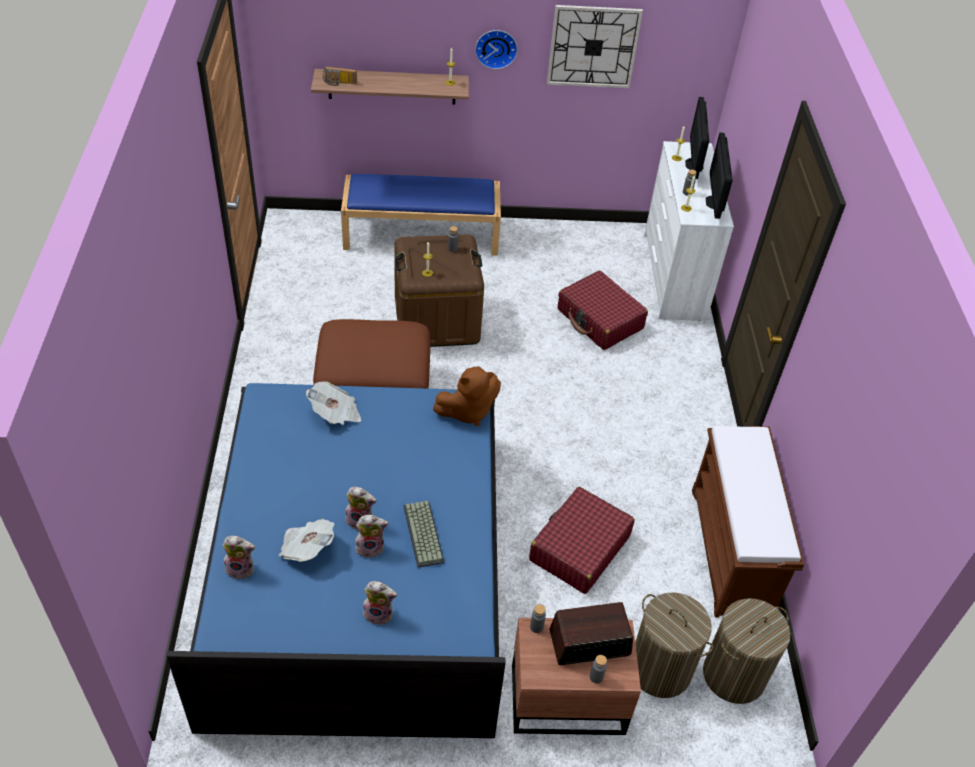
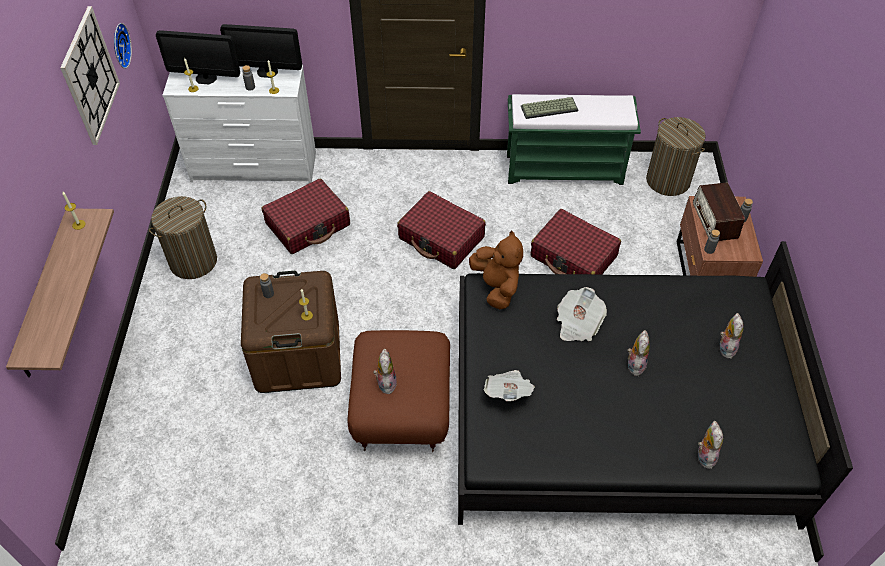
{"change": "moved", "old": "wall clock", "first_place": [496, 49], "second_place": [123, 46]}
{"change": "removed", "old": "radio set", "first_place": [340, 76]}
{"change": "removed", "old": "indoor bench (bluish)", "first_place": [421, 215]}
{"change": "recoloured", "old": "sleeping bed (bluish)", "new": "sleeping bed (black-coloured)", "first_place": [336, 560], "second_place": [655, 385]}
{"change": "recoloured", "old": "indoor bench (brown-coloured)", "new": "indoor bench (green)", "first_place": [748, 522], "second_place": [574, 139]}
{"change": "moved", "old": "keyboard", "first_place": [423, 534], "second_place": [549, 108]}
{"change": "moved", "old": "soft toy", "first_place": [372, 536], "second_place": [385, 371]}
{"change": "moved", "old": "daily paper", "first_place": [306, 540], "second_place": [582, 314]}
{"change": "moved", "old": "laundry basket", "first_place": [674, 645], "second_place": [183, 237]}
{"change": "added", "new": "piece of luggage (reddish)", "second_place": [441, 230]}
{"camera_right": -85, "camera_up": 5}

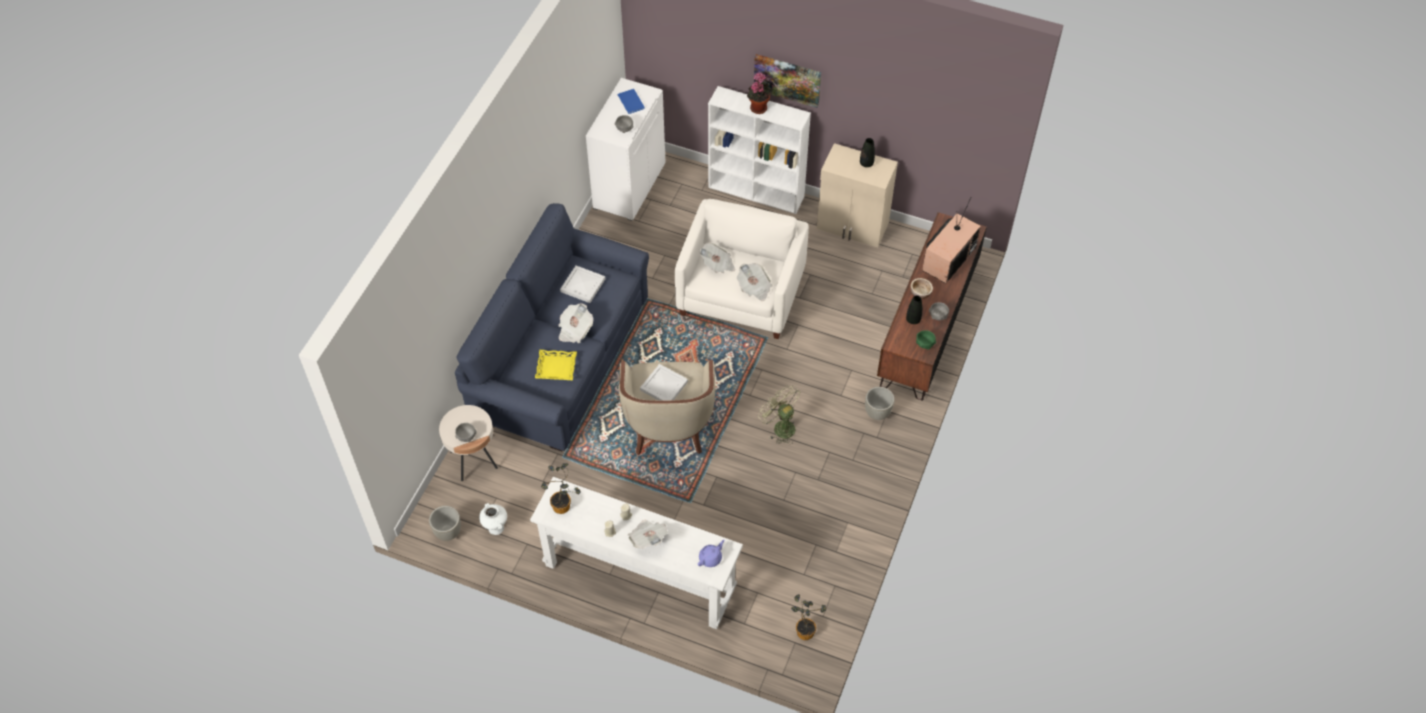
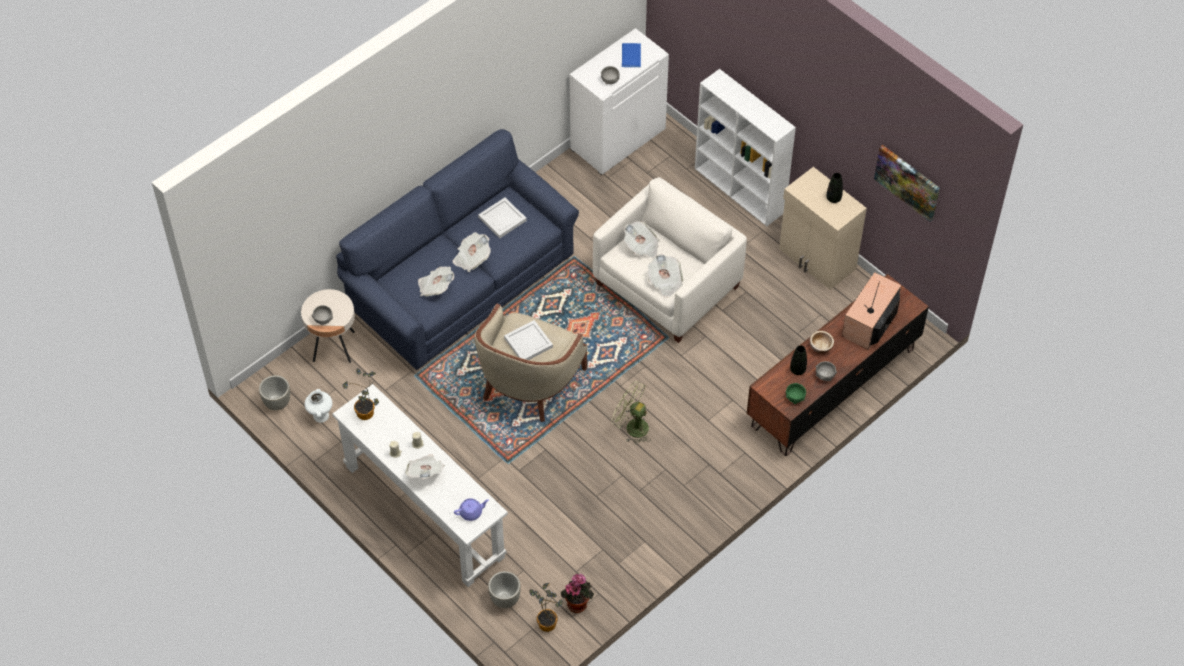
{"change": "moved", "old": "wall art", "first_place": [787, 81], "second_place": [907, 183]}
{"change": "moved", "old": "houseplant", "first_place": [760, 93], "second_place": [577, 593]}
{"change": "turned", "old": "TV set", "first_place": [951, 240], "second_place": [871, 311], "degrees": 150}
{"change": "replaced", "old": "tray (yellowish)", "new": "daily paper", "first_place": [556, 365], "second_place": [436, 281]}
{"change": "turned", "old": "electric fan (green)", "first_place": [779, 414], "second_place": [631, 412], "degrees": -45}
{"change": "moved", "old": "planter (grey)", "first_place": [880, 403], "second_place": [504, 589]}
{"camera_right": 25, "camera_up": 0}

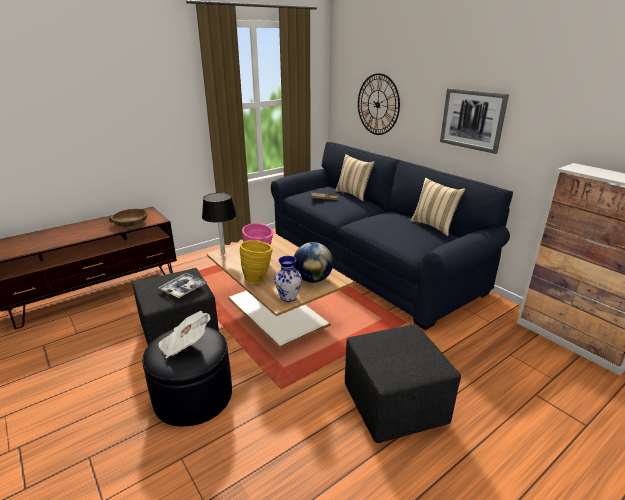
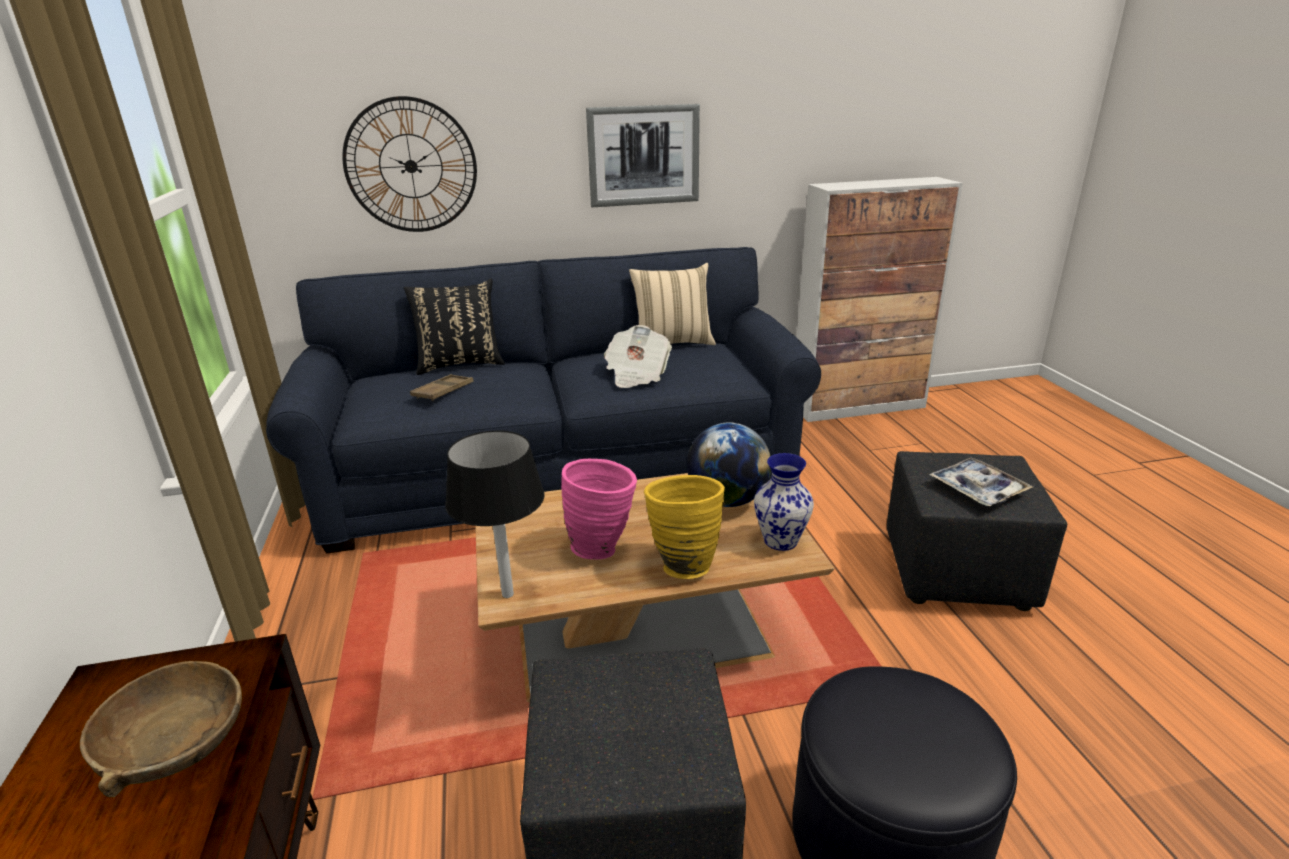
{"change": "recoloured", "old": "throw pillow (beige-coloured)", "new": "throw pillow (black-coloured)", "first_place": [355, 177], "second_place": [454, 326]}
{"change": "moved", "old": "tray", "first_place": [183, 285], "second_place": [981, 482]}
{"change": "moved", "old": "daily paper", "first_place": [184, 335], "second_place": [638, 356]}
{"camera_right": -65, "camera_up": 0}

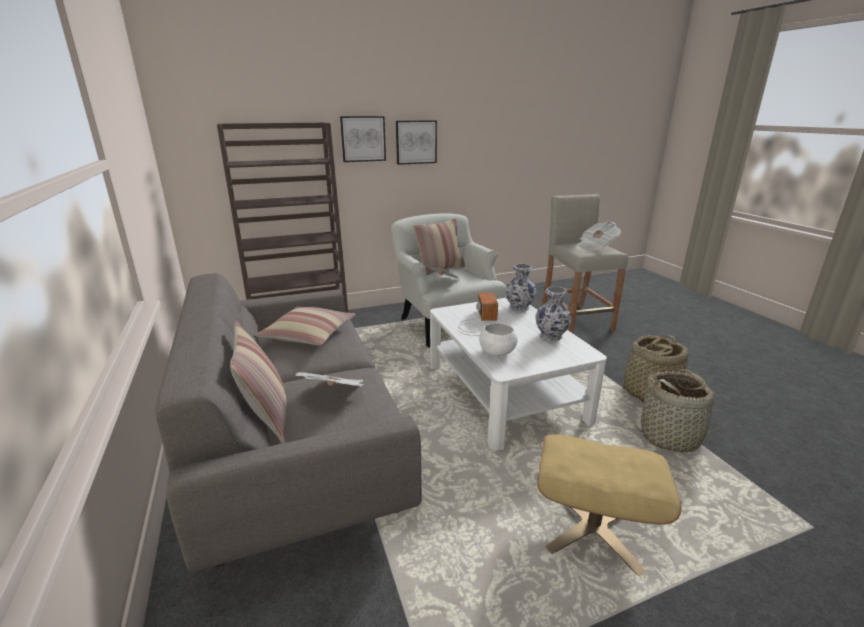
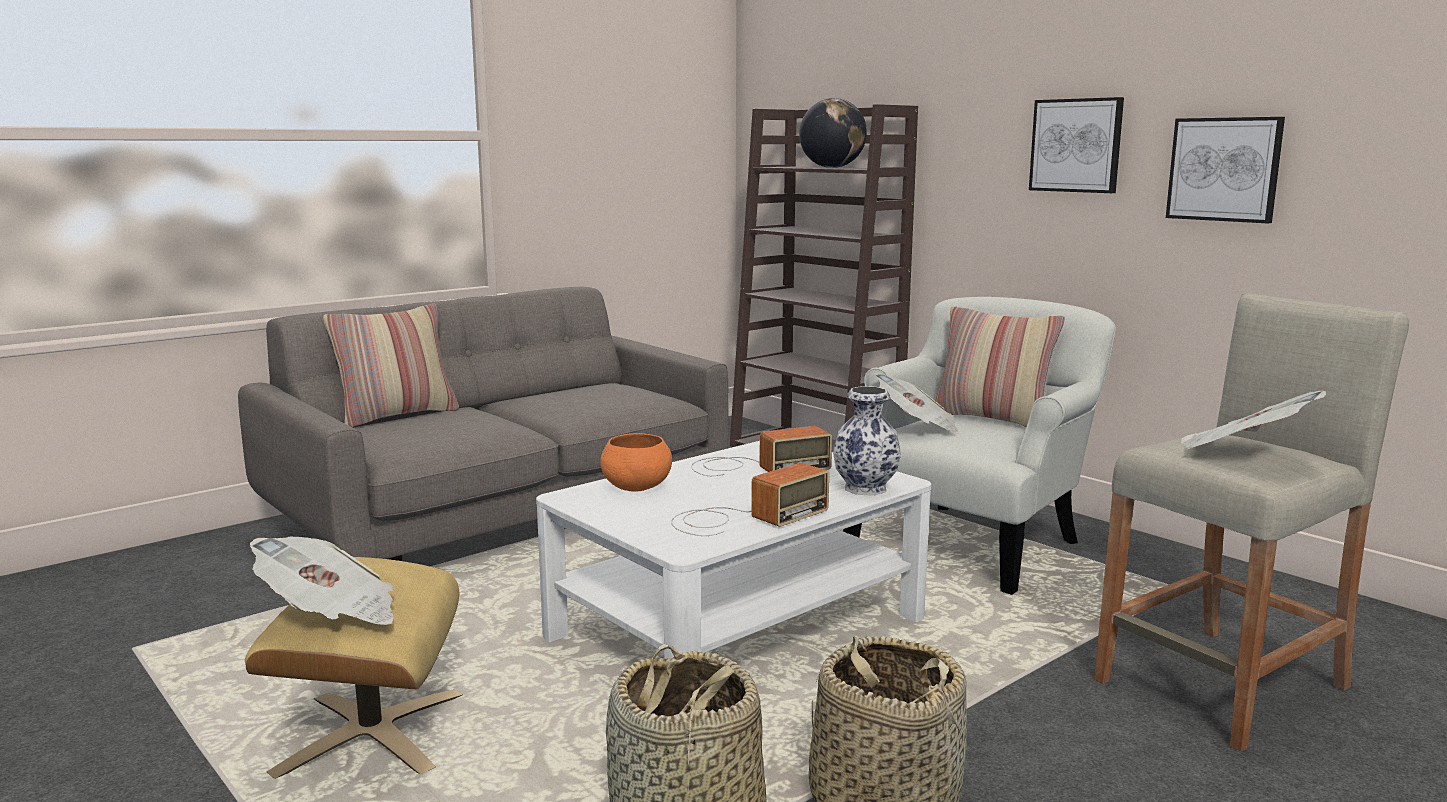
{"change": "moved", "old": "wall art", "first_place": [363, 139], "second_place": [1225, 170]}
{"change": "replaced", "old": "flower vase", "new": "radio set", "first_place": [553, 314], "second_place": [750, 499]}
{"change": "removed", "old": "throw pillow", "first_place": [305, 325]}
{"change": "recoloured", "old": "serving bowl (whitish)", "new": "serving bowl (orangey)", "first_place": [498, 339], "second_place": [636, 462]}
{"change": "moved", "old": "daily paper", "first_place": [329, 379], "second_place": [321, 581]}
{"change": "added", "new": "world globe", "second_place": [833, 133]}
{"camera_right": 70, "camera_up": -10}

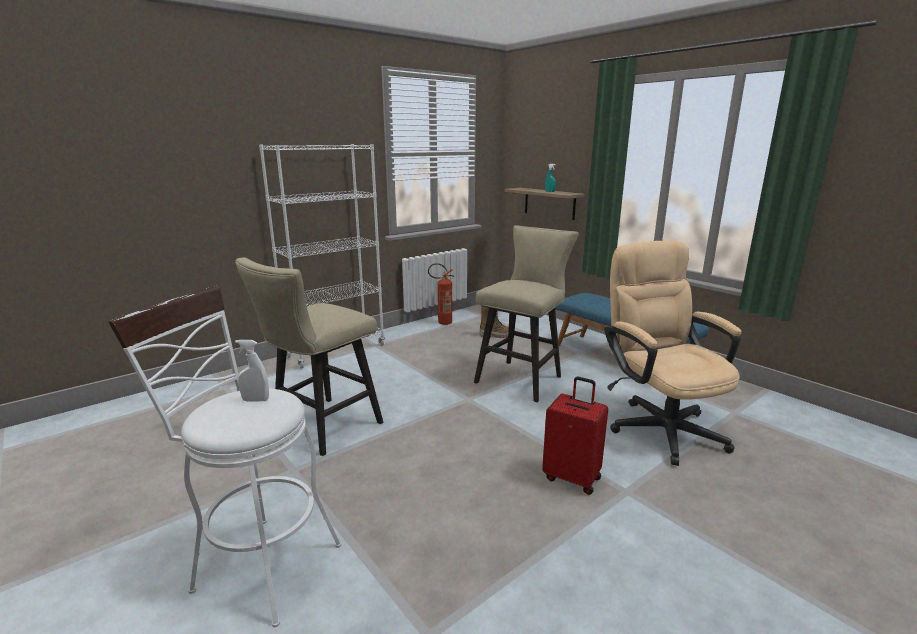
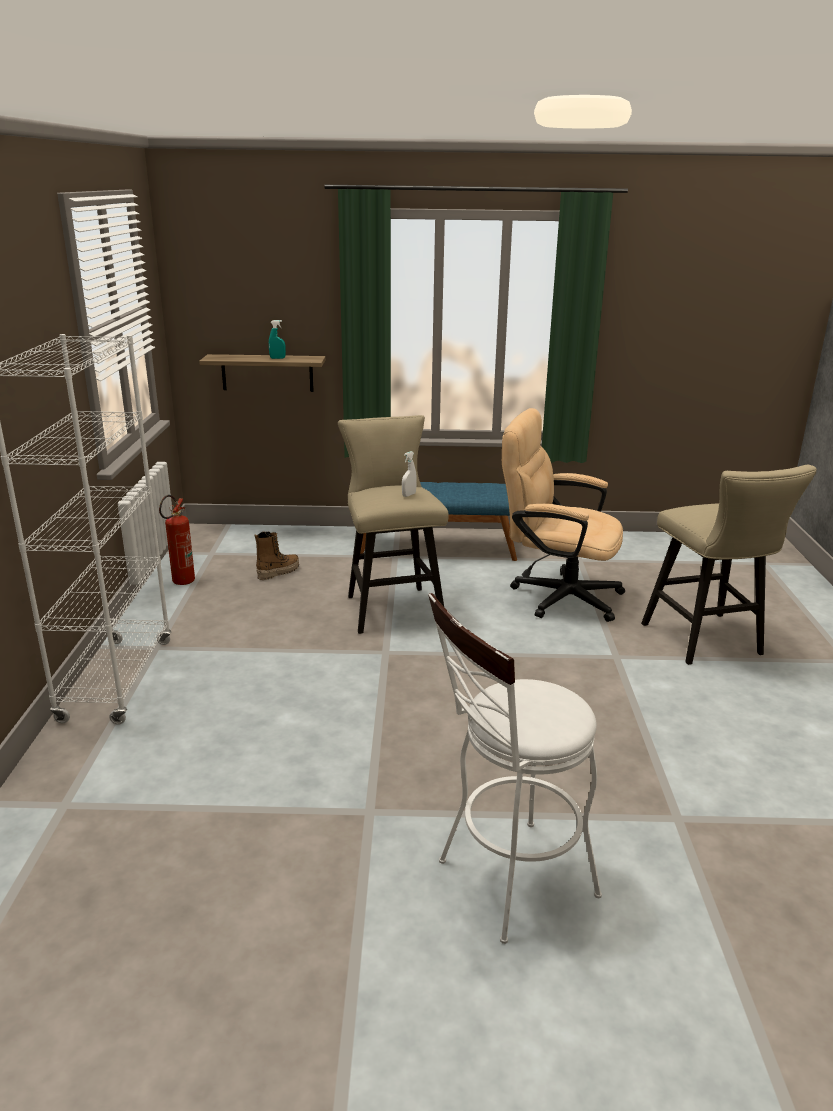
{"change": "moved", "old": "stool (beige-coloured)", "first_place": [309, 356], "second_place": [729, 565]}
{"change": "moved", "old": "sprayer (whitish)", "first_place": [252, 371], "second_place": [409, 474]}
{"change": "removed", "old": "piece of luggage (reddish)", "first_place": [575, 436]}
{"camera_right": -50, "camera_up": 5}

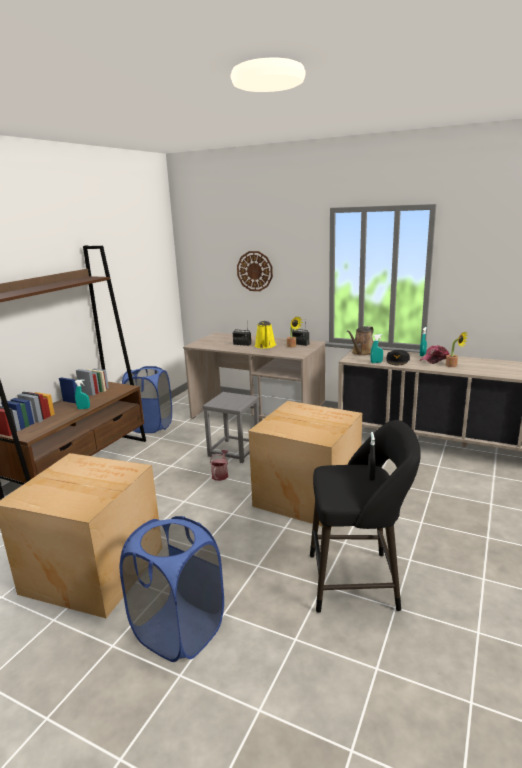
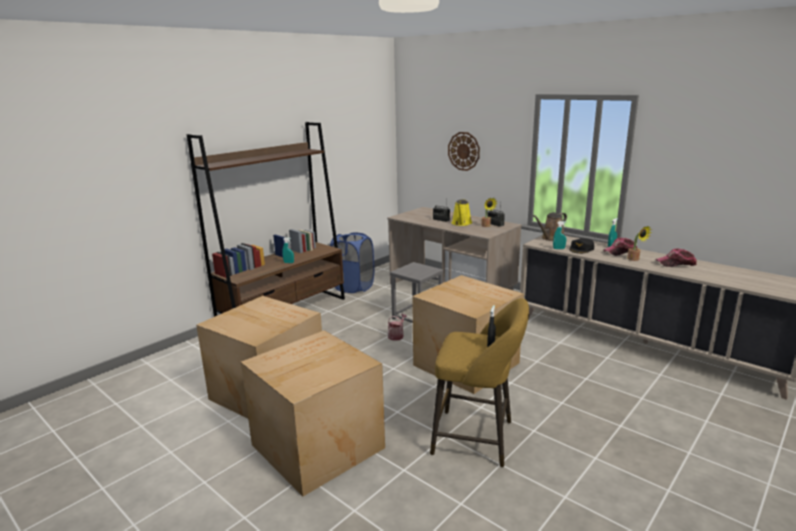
{"change": "recoloured", "old": "stool (black-coloured)", "new": "stool (yellowish)", "first_place": [365, 516], "second_place": [479, 383]}
{"change": "replaced", "old": "laundry basket (bluish)", "new": "carton", "first_place": [172, 589], "second_place": [313, 413]}
{"change": "added", "new": "baseball cap", "second_place": [676, 258]}
{"camera_right": 15, "camera_up": 0}

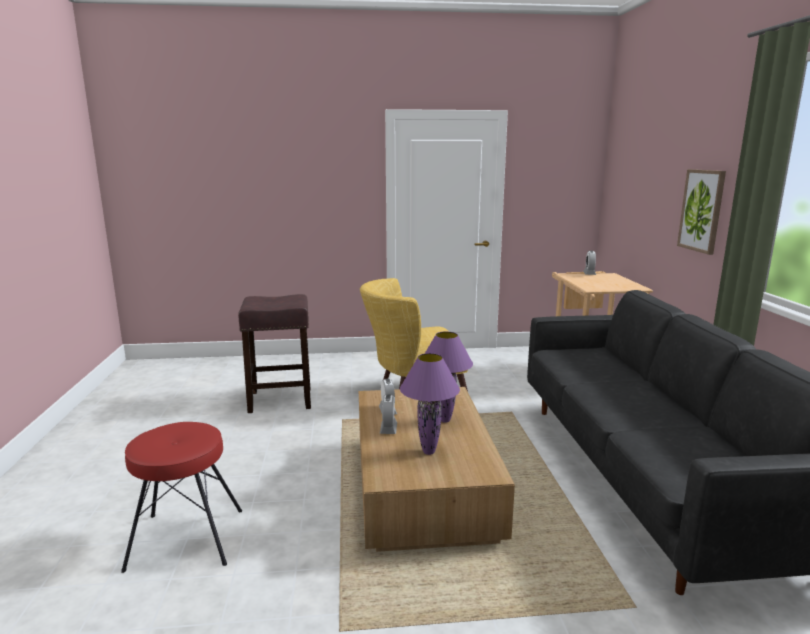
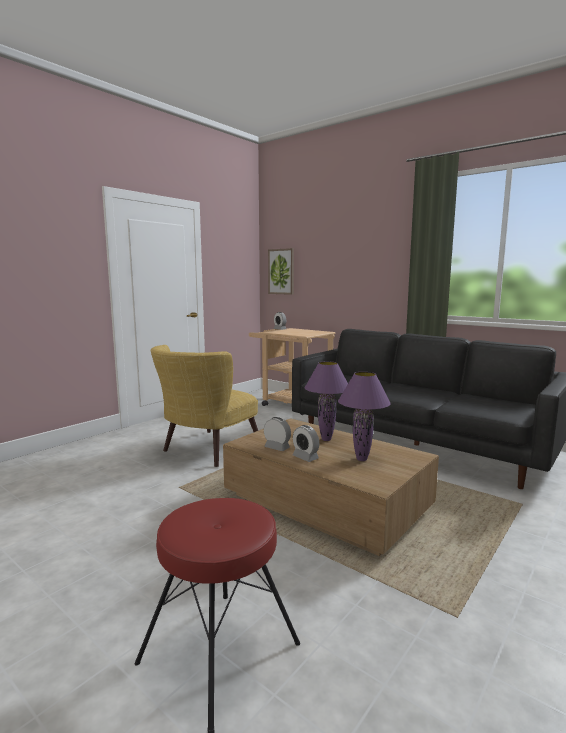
{"change": "moved", "old": "wall art", "first_place": [701, 212], "second_place": [281, 271]}
{"change": "removed", "old": "stool (brown-coloured)", "first_place": [274, 353]}
{"camera_right": -45, "camera_up": -5}

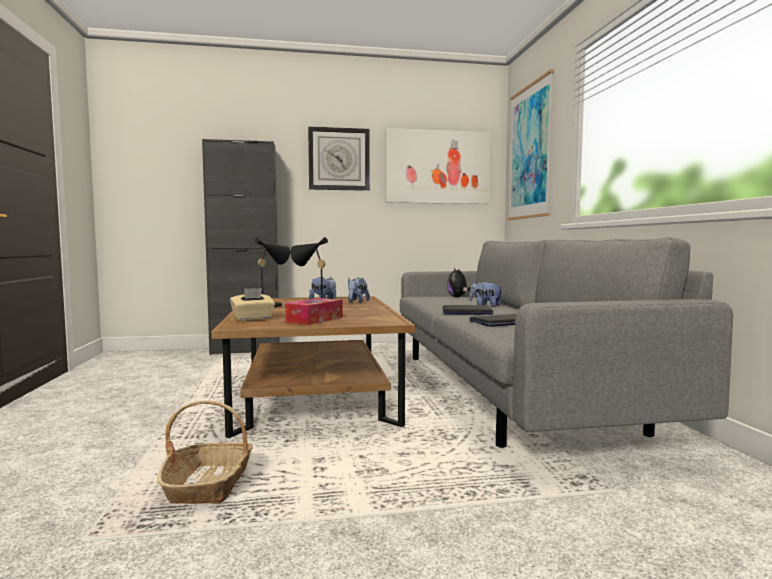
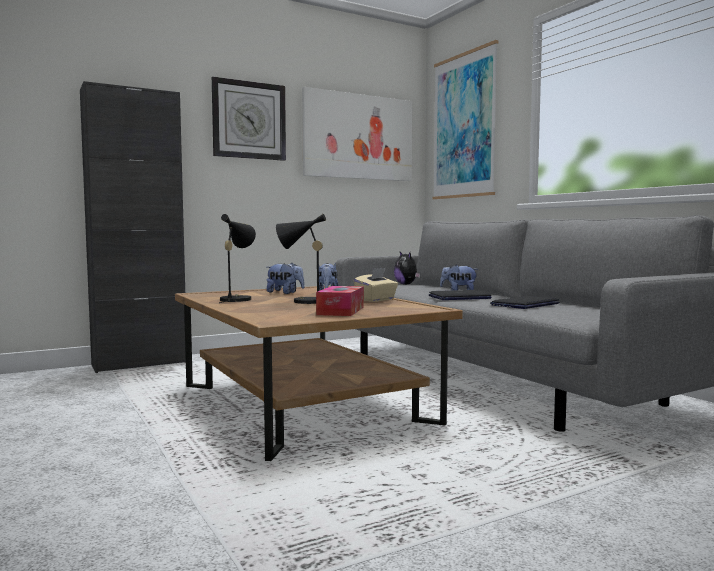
{"change": "moved", "old": "tissue box (beige-coloured)", "first_place": [252, 304], "second_place": [376, 285]}
{"change": "removed", "old": "basket", "first_place": [205, 452]}
{"camera_right": -20, "camera_up": 0}

